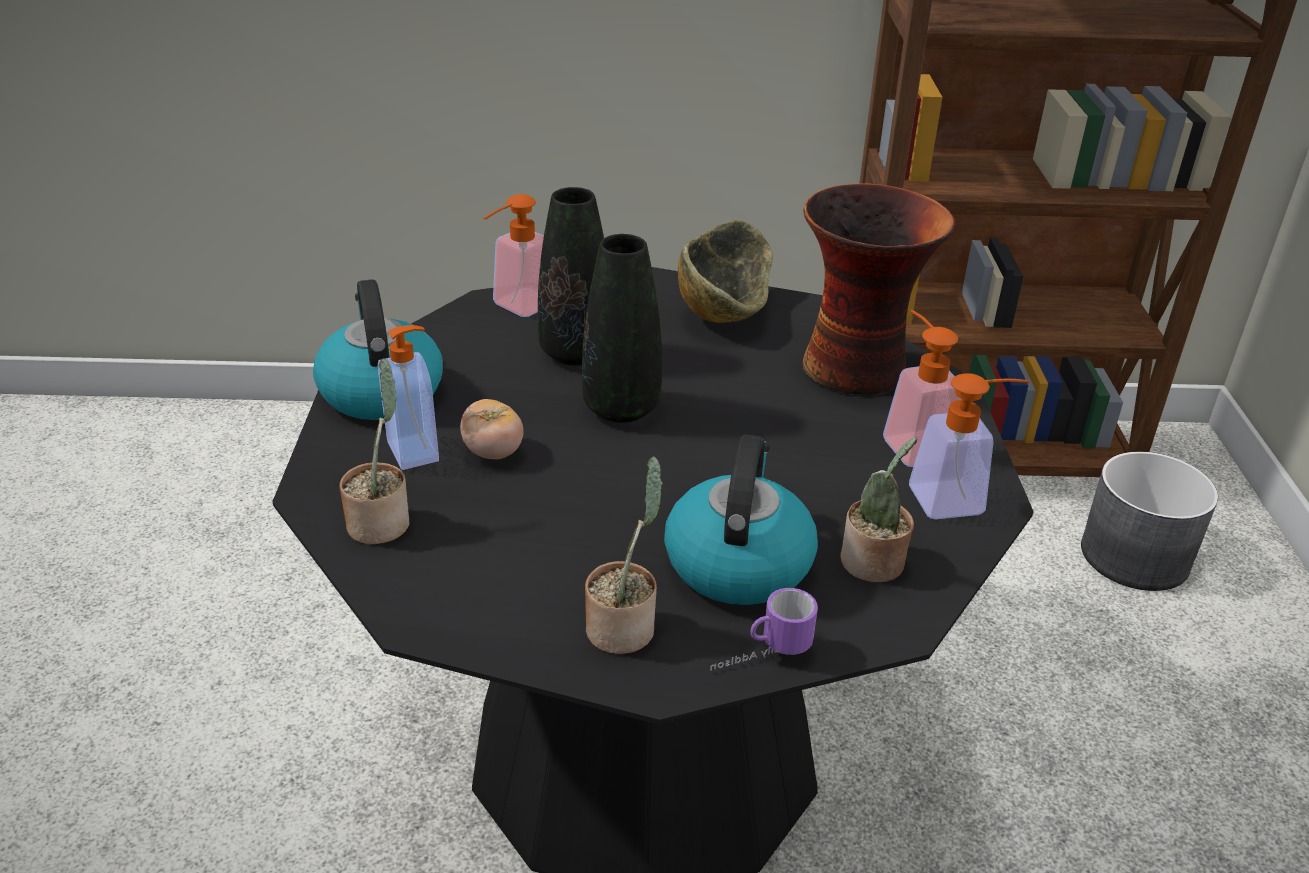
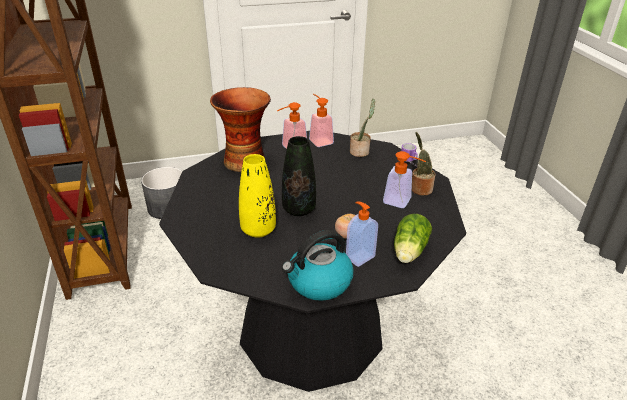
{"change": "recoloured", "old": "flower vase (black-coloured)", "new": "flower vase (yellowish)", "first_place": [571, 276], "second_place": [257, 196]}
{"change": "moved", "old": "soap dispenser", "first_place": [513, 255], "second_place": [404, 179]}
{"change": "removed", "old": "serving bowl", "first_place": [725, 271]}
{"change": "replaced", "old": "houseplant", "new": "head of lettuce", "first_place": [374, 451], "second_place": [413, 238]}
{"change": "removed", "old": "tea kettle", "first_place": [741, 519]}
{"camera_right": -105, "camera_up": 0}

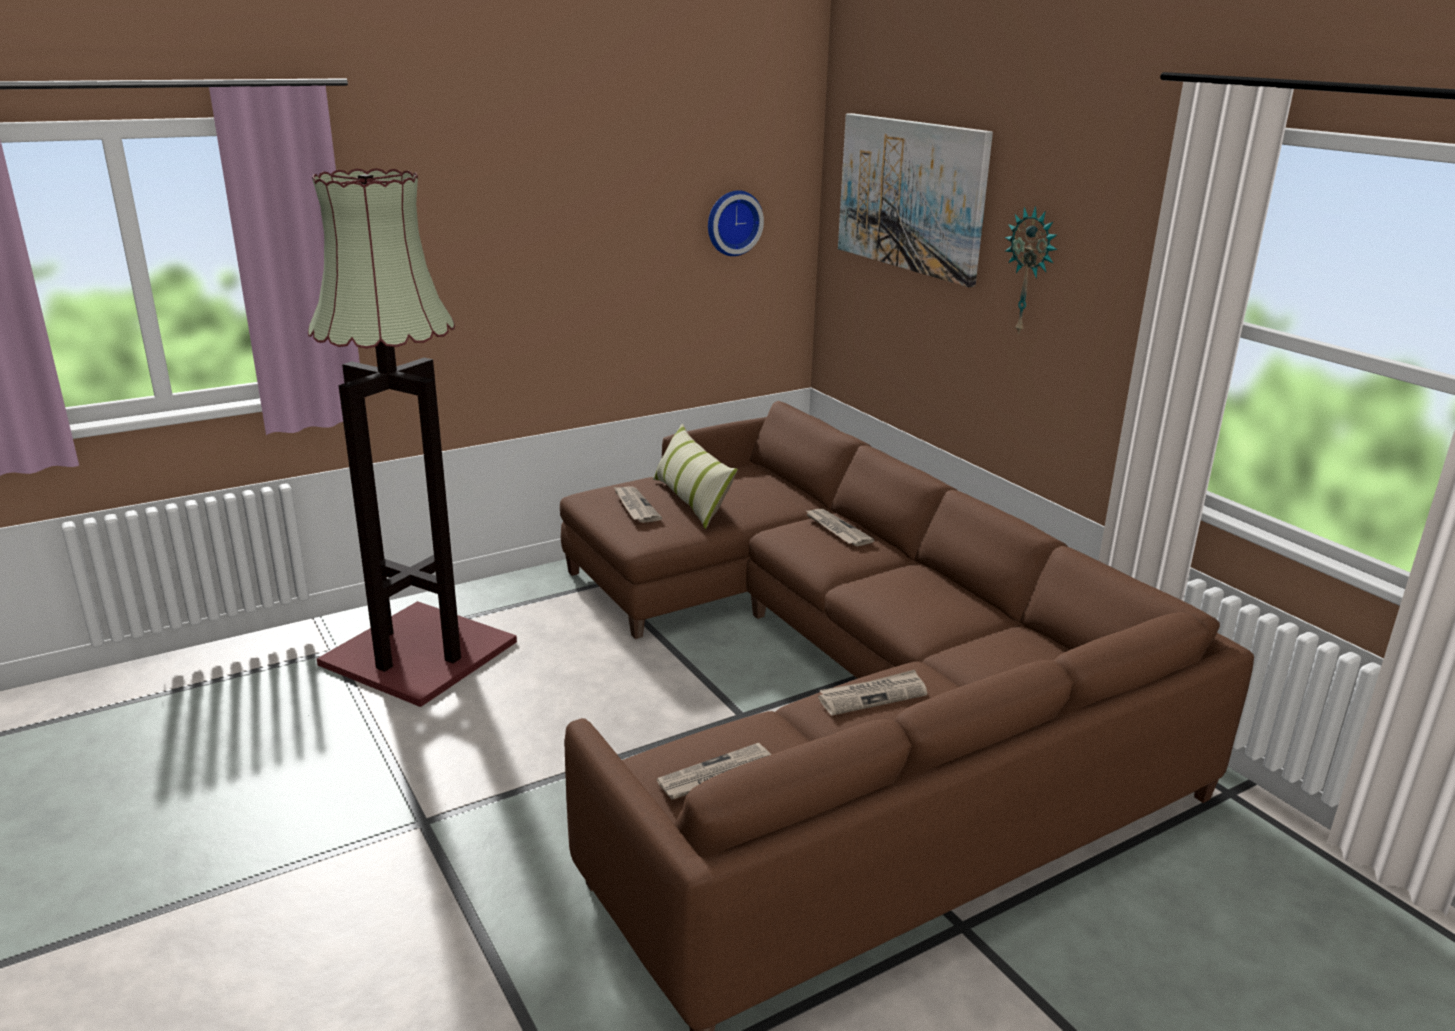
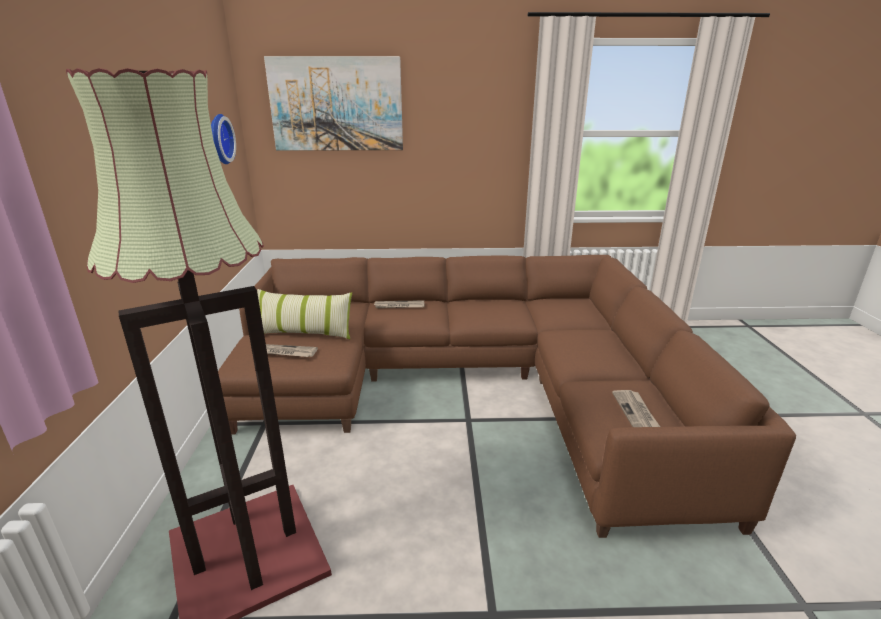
{"change": "removed", "old": "wall clock", "first_place": [1031, 270]}
{"change": "removed", "old": "daily paper", "first_place": [872, 693]}
{"camera_right": -60, "camera_up": 0}

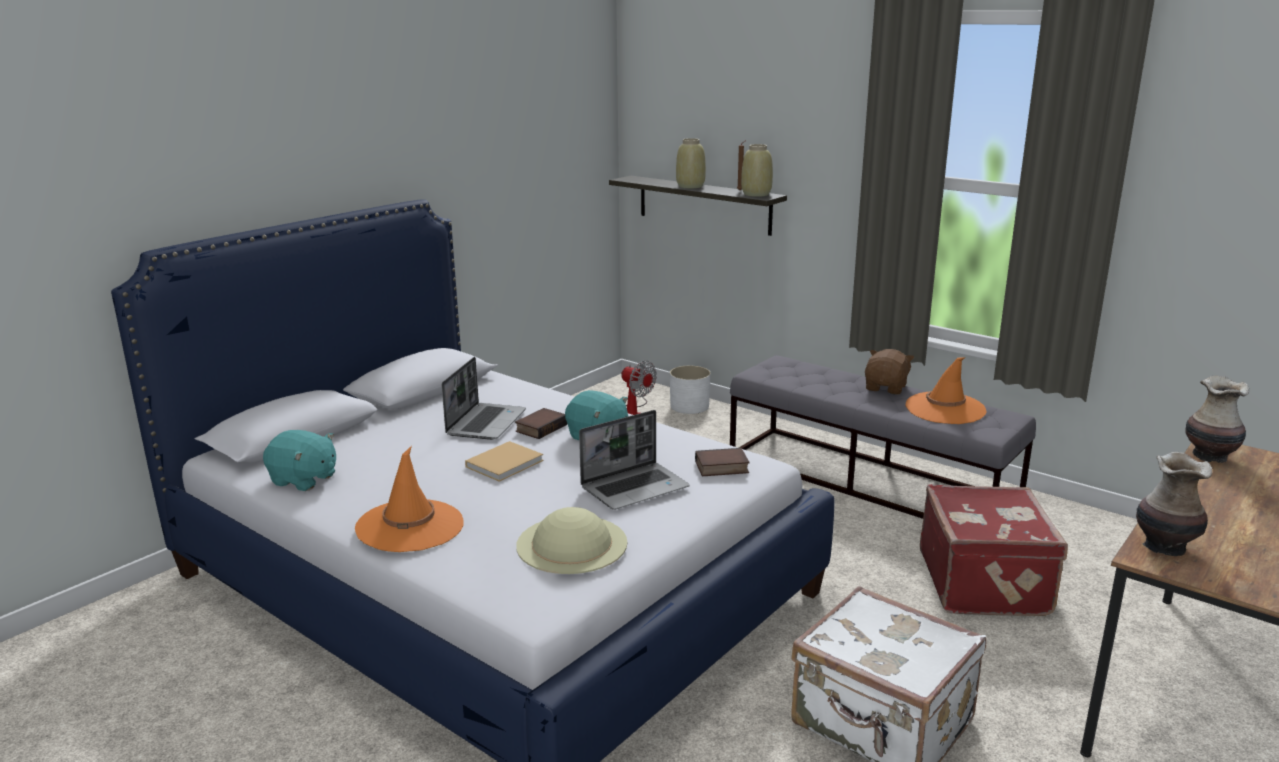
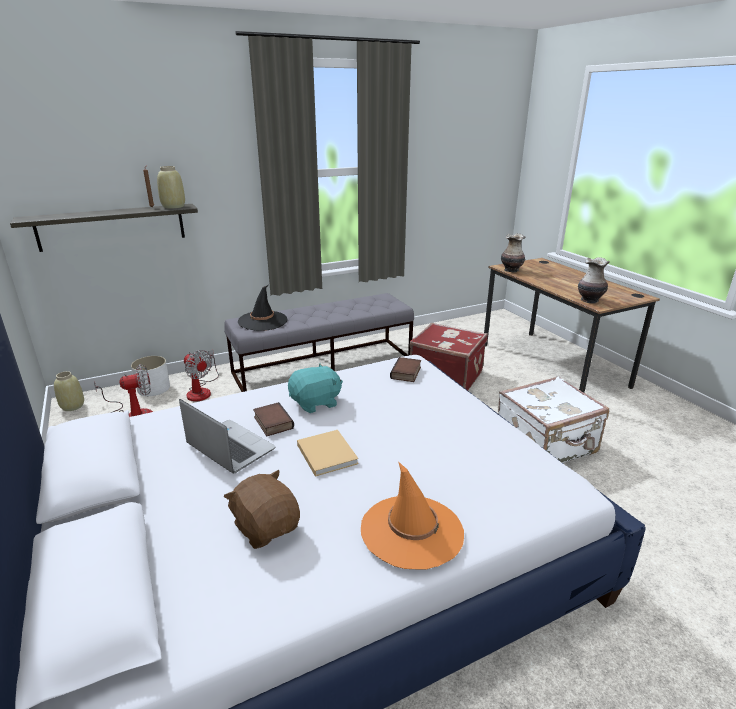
{"change": "moved", "old": "flower vase (beige-coloured)", "first_place": [691, 163], "second_place": [69, 391]}
{"change": "moved", "old": "soft toy (brown-coloured)", "first_place": [889, 372], "second_place": [262, 509]}
{"change": "removed", "old": "wearable hat (orangey)", "first_place": [946, 390]}
{"change": "removed", "old": "notebook computer", "first_place": [634, 460]}
{"change": "removed", "old": "soft toy (blue-green)", "first_place": [299, 460]}
{"change": "removed", "old": "wearable hat (beige-coloured)", "first_place": [571, 540]}
{"change": "added", "new": "wearable hat (black-coloured)", "second_place": [263, 308]}
{"change": "added", "new": "electric fan", "second_place": [201, 376]}
{"camera_right": -65, "camera_up": 5}

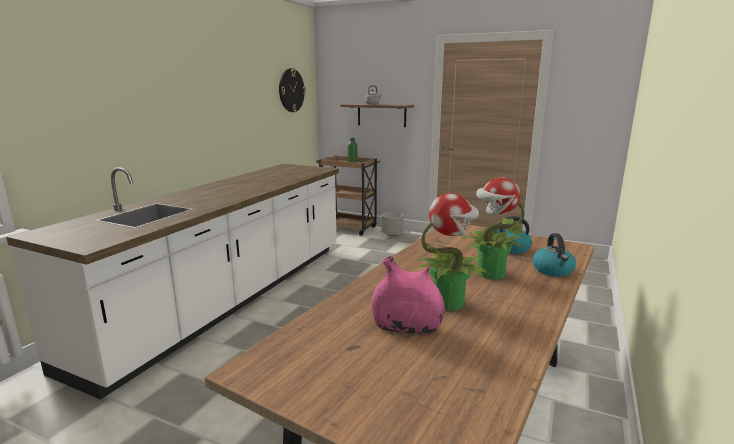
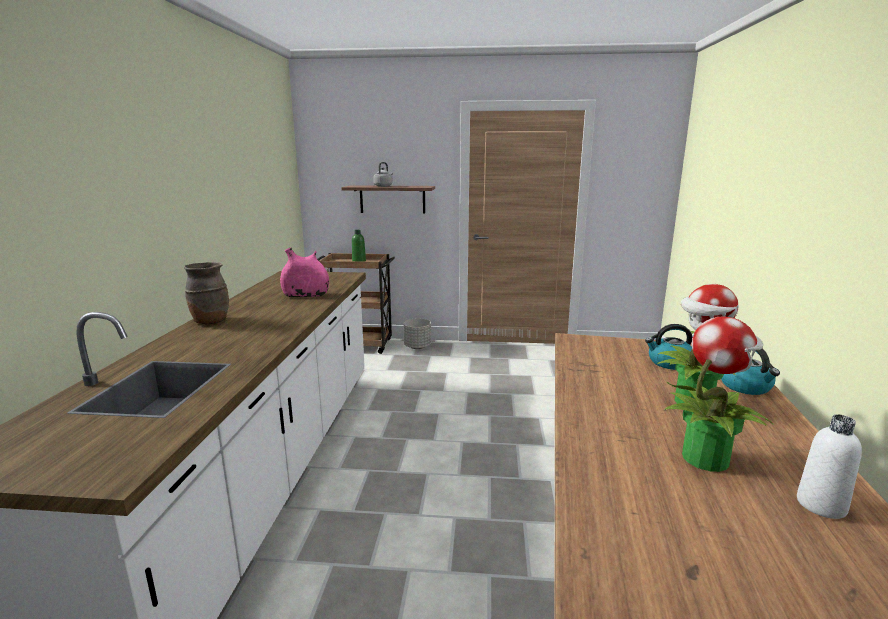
{"change": "removed", "old": "wall clock", "first_place": [292, 90]}
{"change": "moved", "old": "flower vase (pinkish)", "first_place": [408, 295], "second_place": [304, 272]}
{"change": "added", "new": "flower vase (brown-coloured)", "second_place": [206, 293]}
{"change": "added", "new": "drink bottle (whitish)", "second_place": [829, 466]}
{"camera_right": -20, "camera_up": 0}

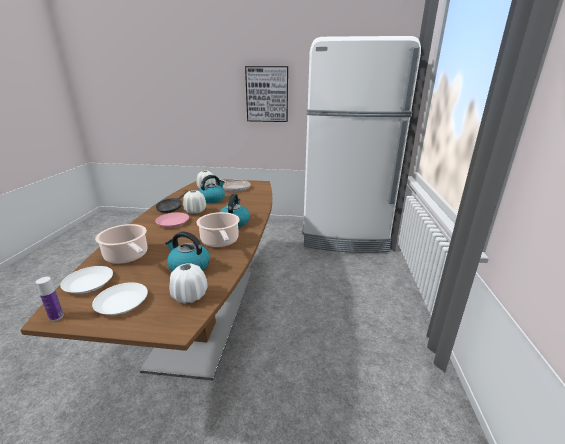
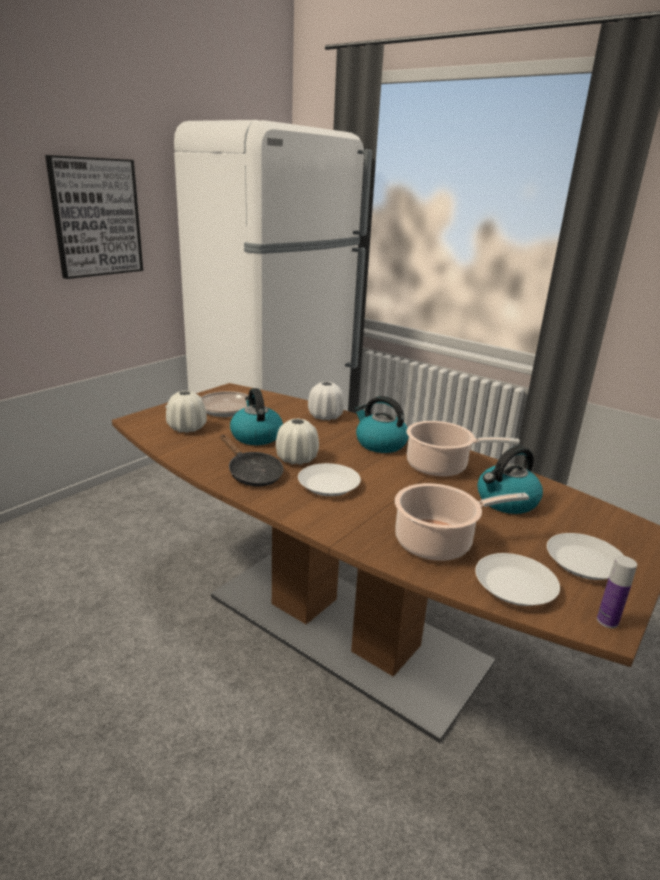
{"change": "recoloured", "old": "flat dish (pinkish)", "new": "flat dish (whitish)", "first_place": [172, 220], "second_place": [329, 479]}
{"change": "moved", "old": "flower vase (whitish)", "first_place": [189, 283], "second_place": [326, 400]}
{"camera_right": -60, "camera_up": 0}

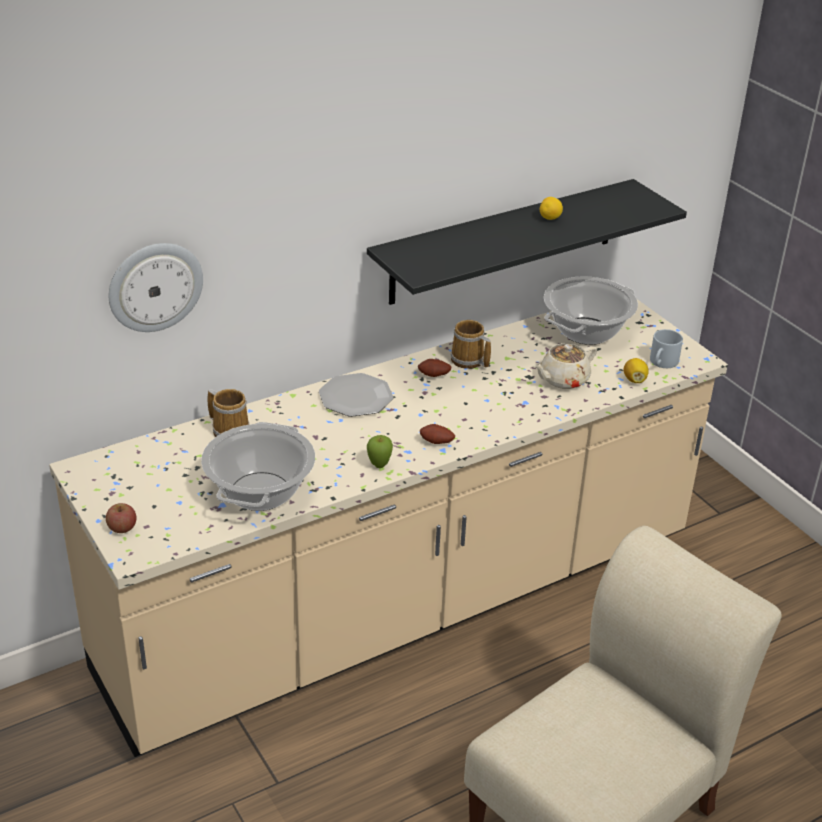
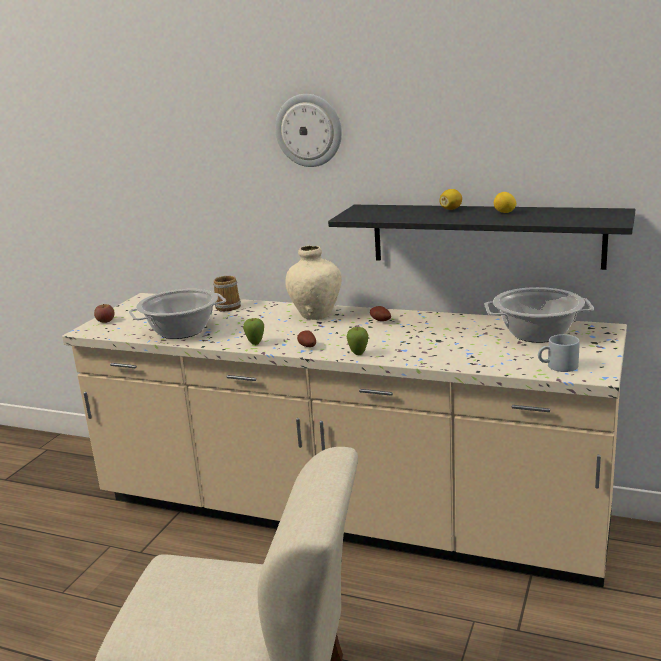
{"change": "moved", "old": "wall clock", "first_place": [156, 287], "second_place": [308, 130]}
{"change": "removed", "old": "tea mug", "first_place": [471, 344]}
{"change": "removed", "old": "teapot (beige-coloured)", "first_place": [565, 366]}
{"change": "moved", "old": "whole lemon", "first_place": [636, 370], "second_place": [451, 199]}
{"change": "replaced", "old": "flat dish", "new": "flower vase (beige-coloured)", "first_place": [356, 395], "second_place": [313, 283]}
{"change": "added", "new": "whole apple", "second_place": [357, 341]}
{"camera_right": 55, "camera_up": -15}

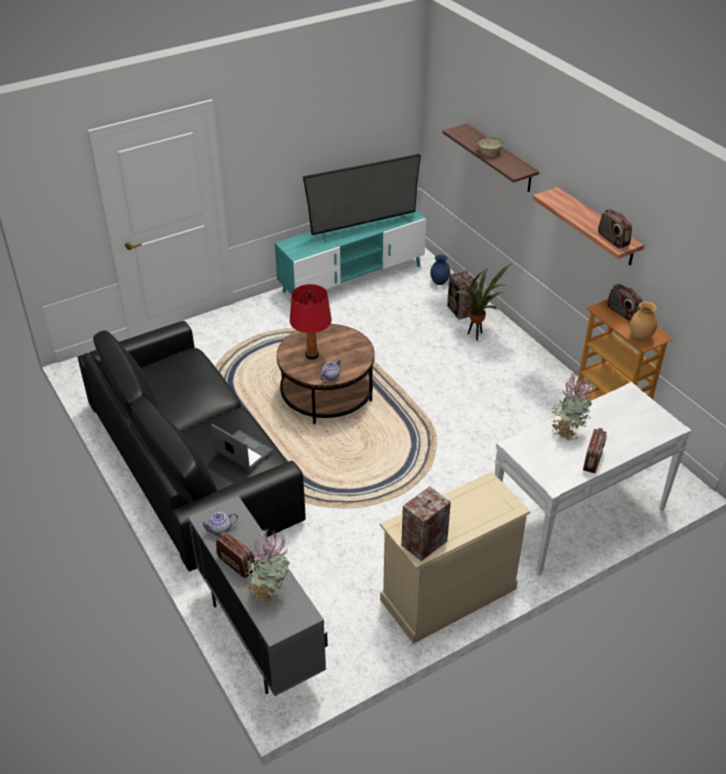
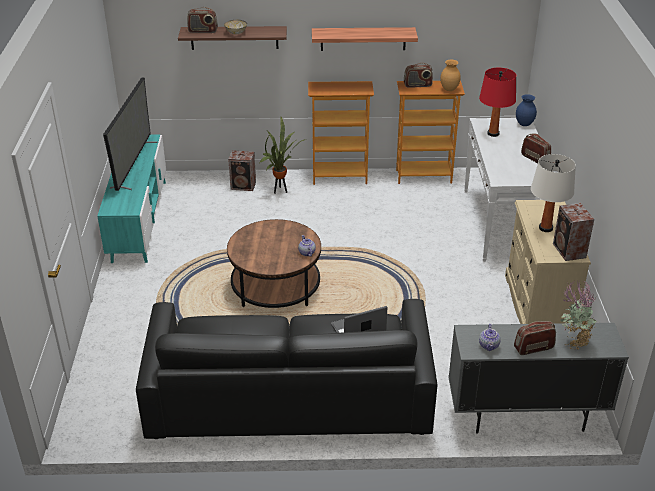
{"change": "moved", "old": "radio set", "first_place": [615, 228], "second_place": [202, 20]}
{"change": "moved", "old": "flower vase (bluish)", "first_place": [440, 269], "second_place": [526, 110]}
{"change": "moved", "old": "tabletop lamp (reddish)", "first_place": [311, 322], "second_place": [497, 102]}
{"change": "removed", "old": "houseplant", "first_place": [572, 406]}
{"change": "added", "new": "shelving unit", "second_place": [341, 133]}
{"change": "added", "new": "tabletop lamp (whitish)", "second_place": [553, 193]}
{"camera_right": -60, "camera_up": -5}

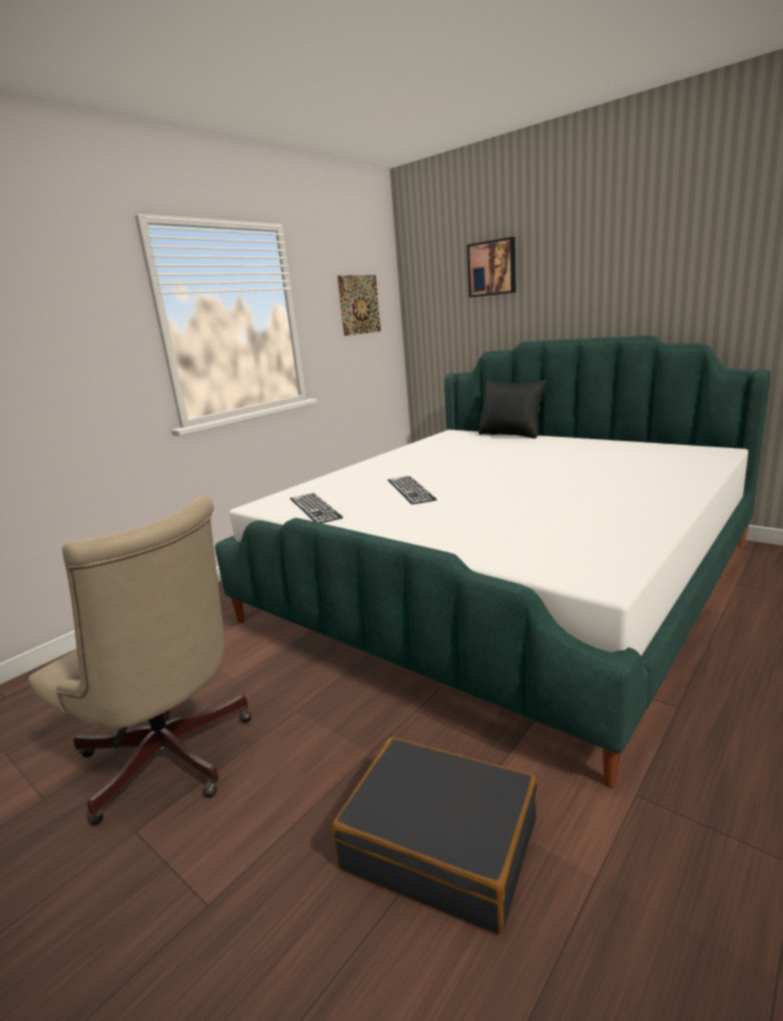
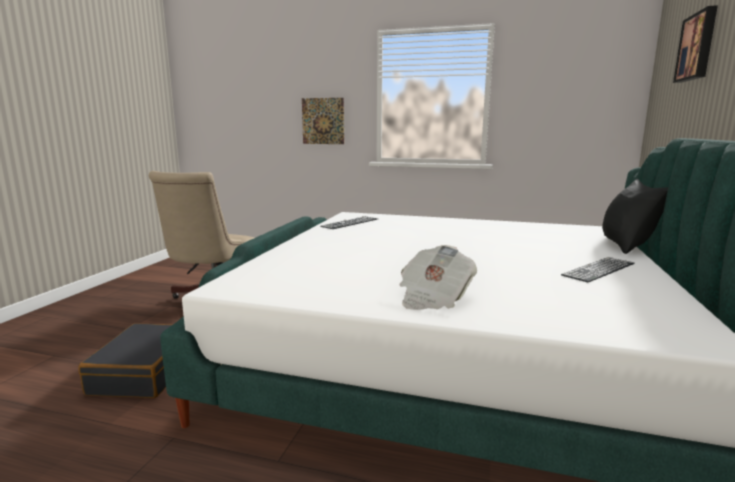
{"change": "moved", "old": "wall art", "first_place": [359, 305], "second_place": [323, 121]}
{"change": "moved", "old": "keyboard", "first_place": [412, 490], "second_place": [598, 269]}
{"change": "added", "new": "daily paper", "second_place": [438, 277]}
{"camera_right": 65, "camera_up": -5}

